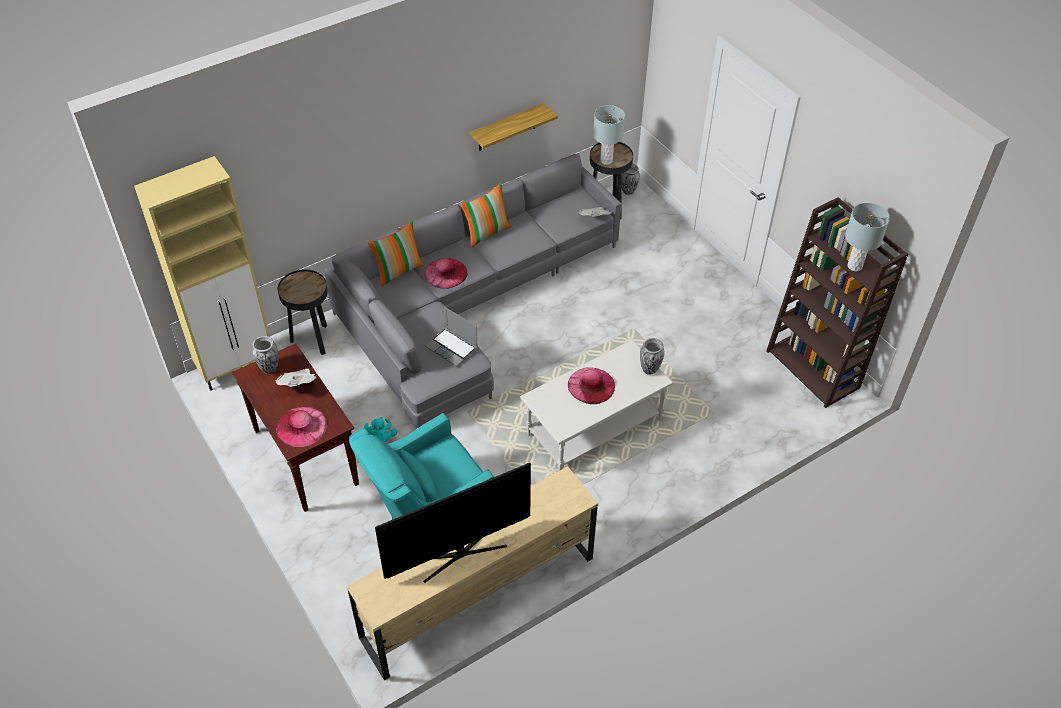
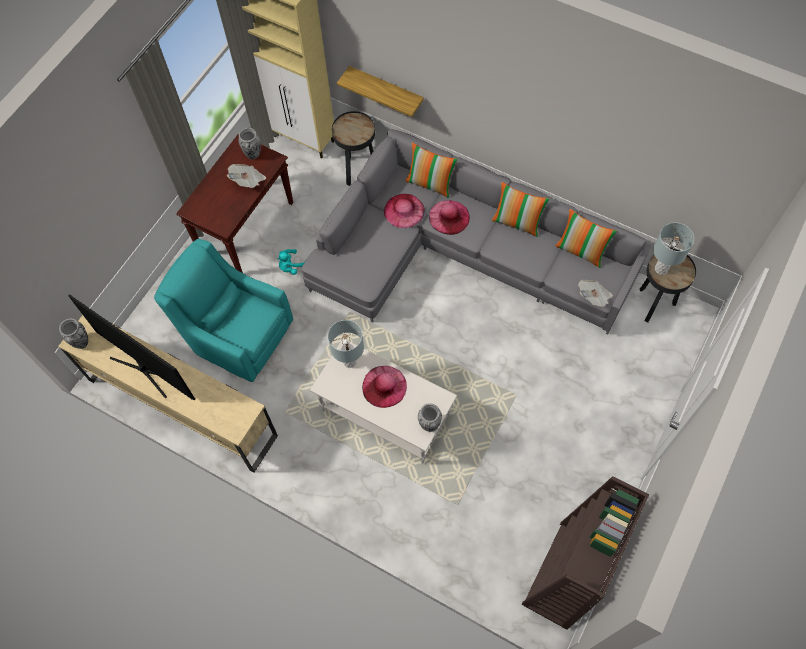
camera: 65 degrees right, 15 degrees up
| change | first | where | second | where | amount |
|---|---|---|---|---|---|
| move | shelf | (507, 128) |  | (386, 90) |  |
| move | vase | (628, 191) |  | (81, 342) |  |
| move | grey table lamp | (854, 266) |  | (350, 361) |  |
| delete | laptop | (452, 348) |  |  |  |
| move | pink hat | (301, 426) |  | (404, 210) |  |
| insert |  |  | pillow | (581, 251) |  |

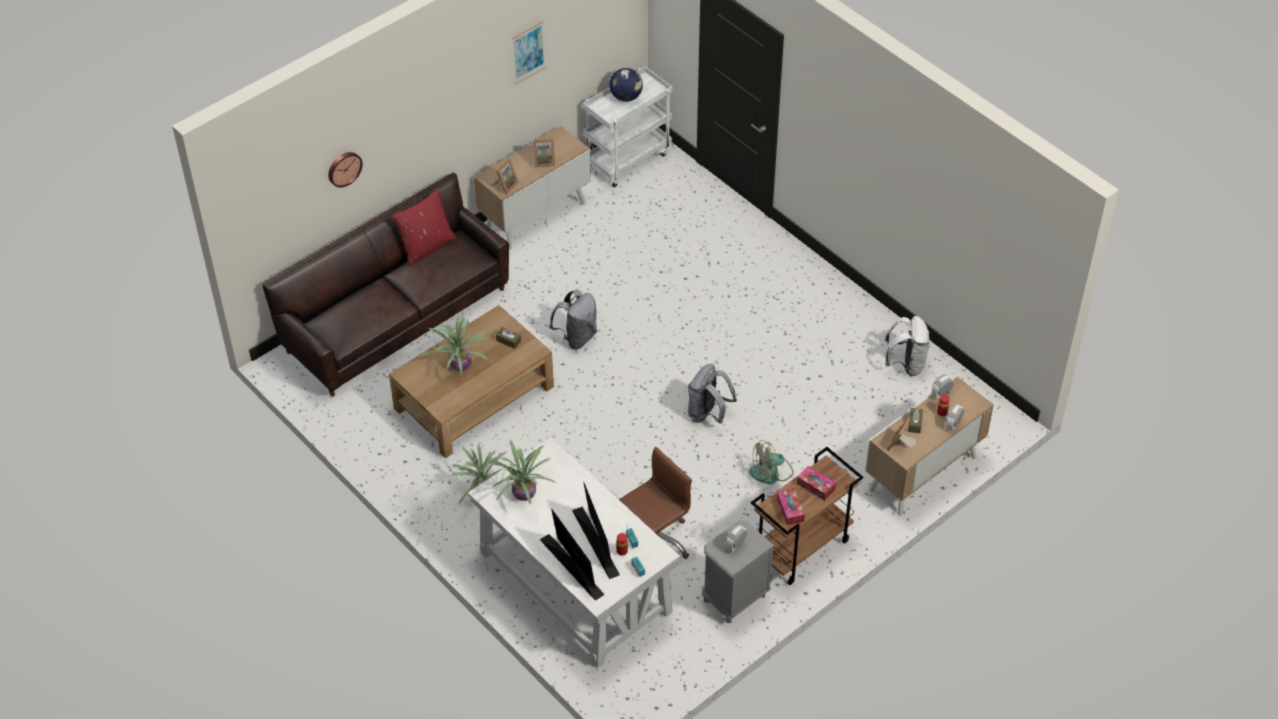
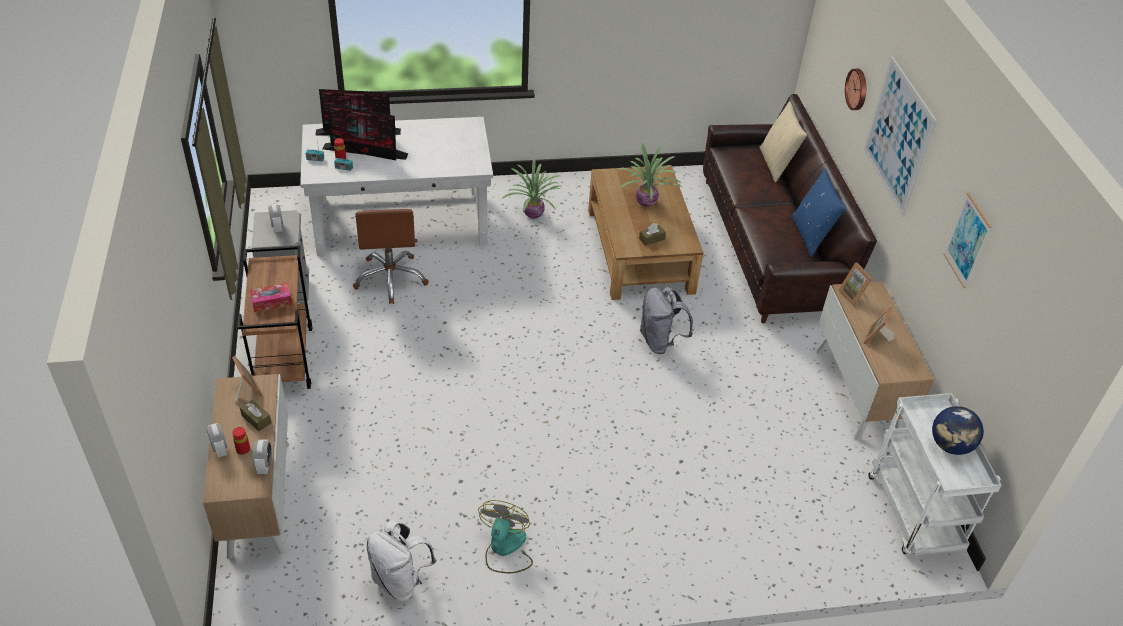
camera: 120 degrees right, 5 degrees down
| change | first | where | second | where | amount |
|---|---|---|---|---|---|
| recolor | red pillow | (426, 247) | blue pillow | (811, 235) |  |
| delete | grey backpack | (708, 414) |  |  |  |
| delete | potted plant | (523, 493) |  |  |  |
| move | fan | (771, 473) |  | (505, 549) |  |
| delete | tissue box | (790, 510) |  |  |  |
| insert |  |  | picture | (898, 136) |  |
| insert |  |  | beige pillow | (776, 164) |  |

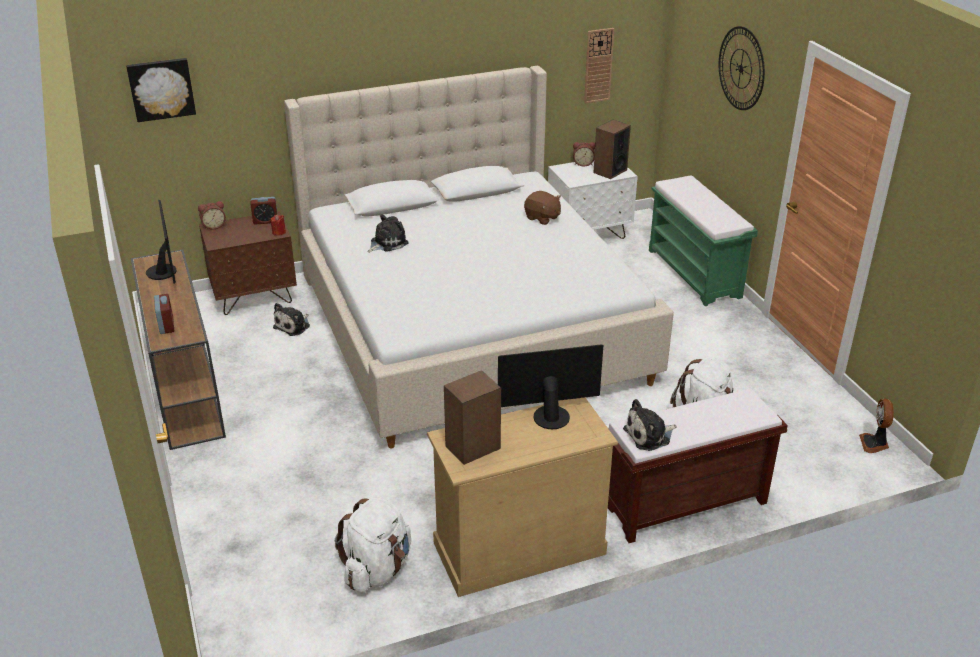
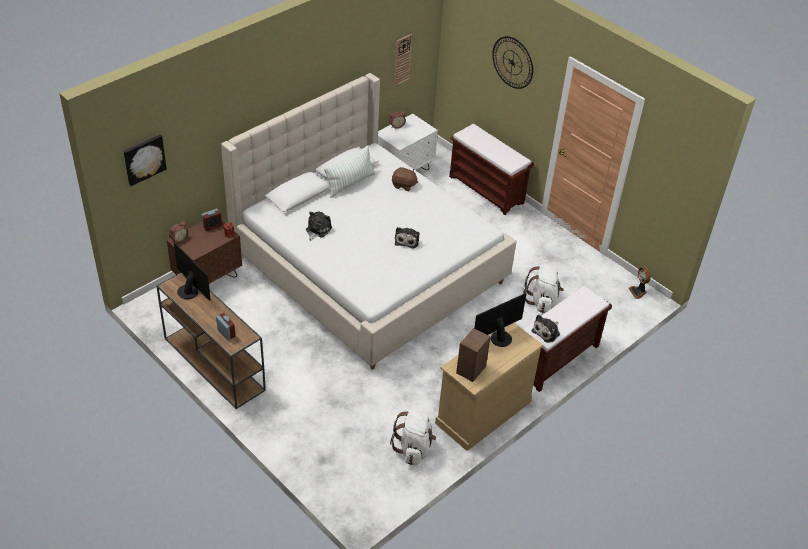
camera: 25 degrees left, 10 degrees up
| change | first | where | second | where | amount |
|---|---|---|---|---|---|
| delete | speaker | (610, 171) |  |  |  |
| recolor | green bench | (695, 273) | brown bench | (487, 190) |  |
| move | plush toy | (293, 326) |  | (407, 240) |  |
| insert |  |  | pillow | (350, 183) |  |

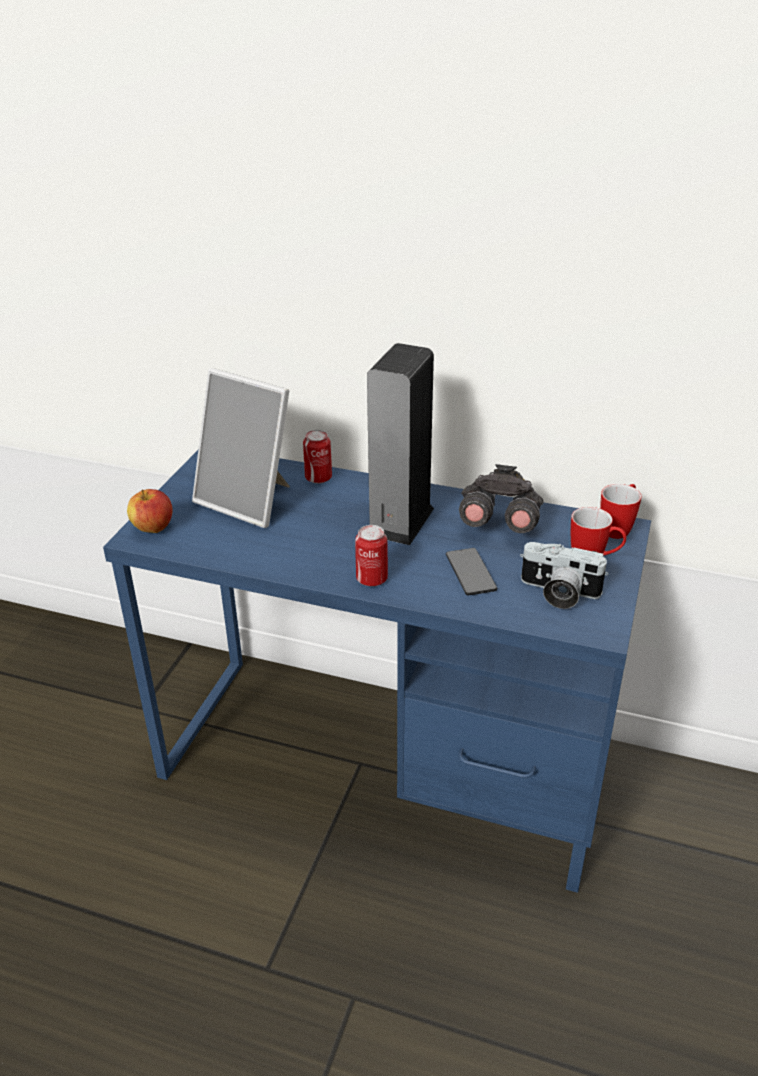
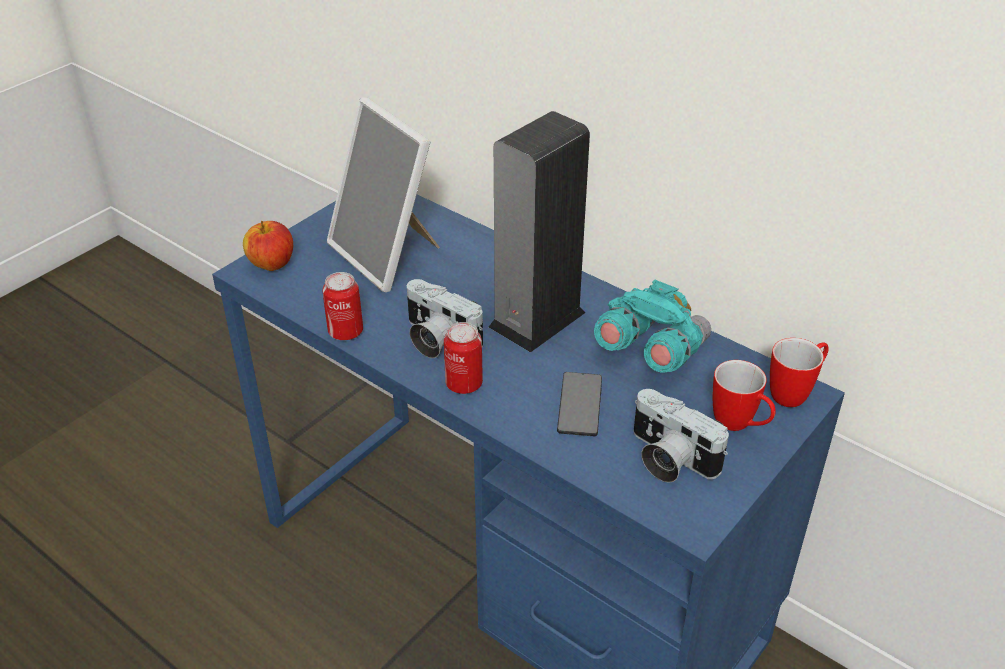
camera: 20 degrees right, 5 degrees up
| change | first | where | second | where | amount |
|---|---|---|---|---|---|
| move | can | (318, 478) |  | (345, 332) |  |
| recolor | grey binoculars | (499, 524) | turquoise binoculars | (650, 351) |  |
| insert |  |  | photo camera | (437, 340) |  |

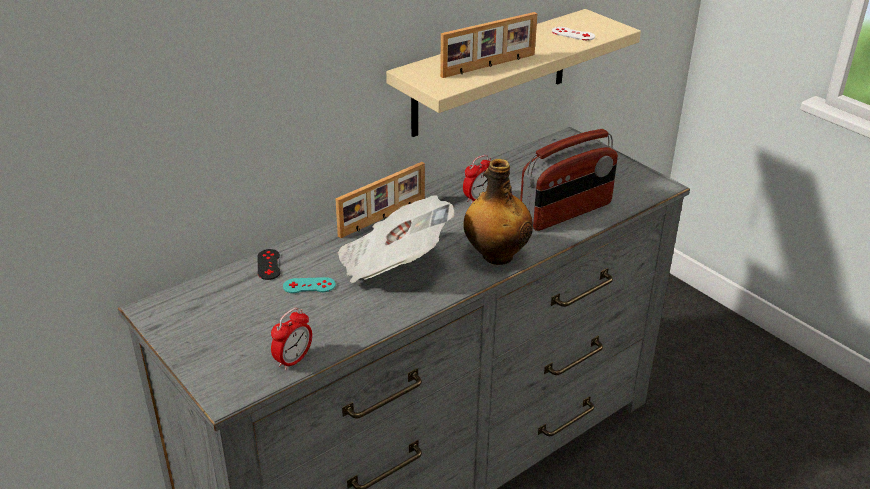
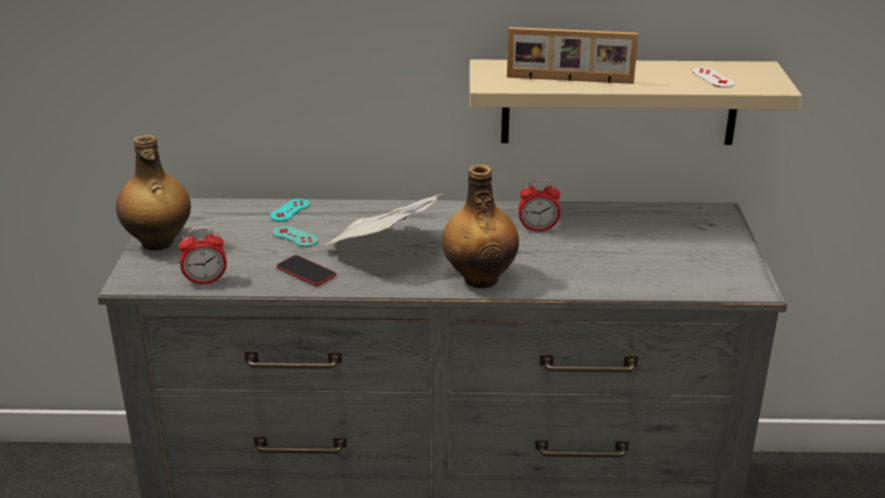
camera: 40 degrees right, 5 degrees down
| change | first | where | second | where | amount |
|---|---|---|---|---|---|
| delete | radio | (566, 212) |  |  |  |
| delete | picture frame | (383, 218) |  |  |  |
| recolor | black game controller | (268, 264) | turquoise game controller | (289, 210) |  |
| insert |  |  | bottle | (158, 243) |  |
| insert |  |  | phone | (306, 272) |  |

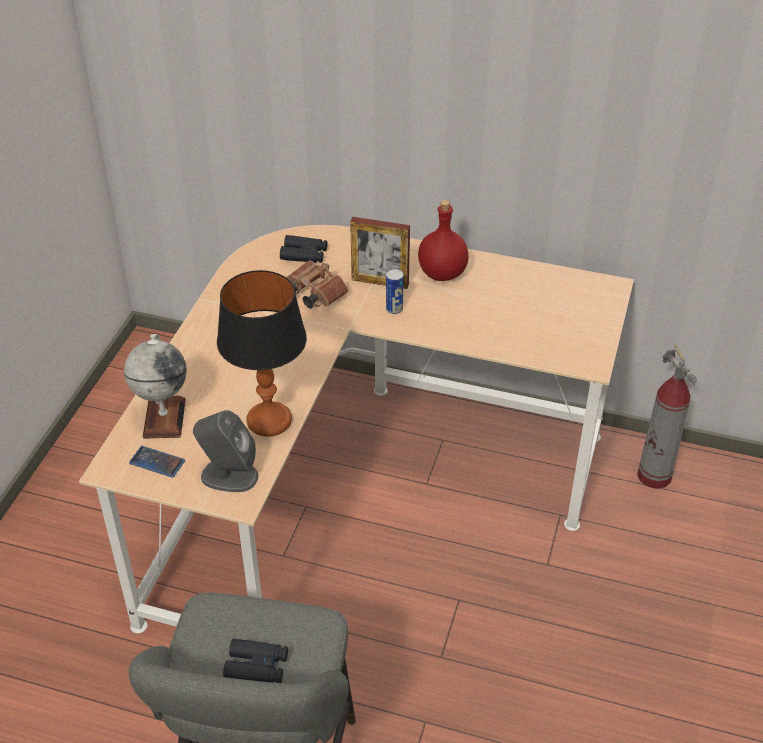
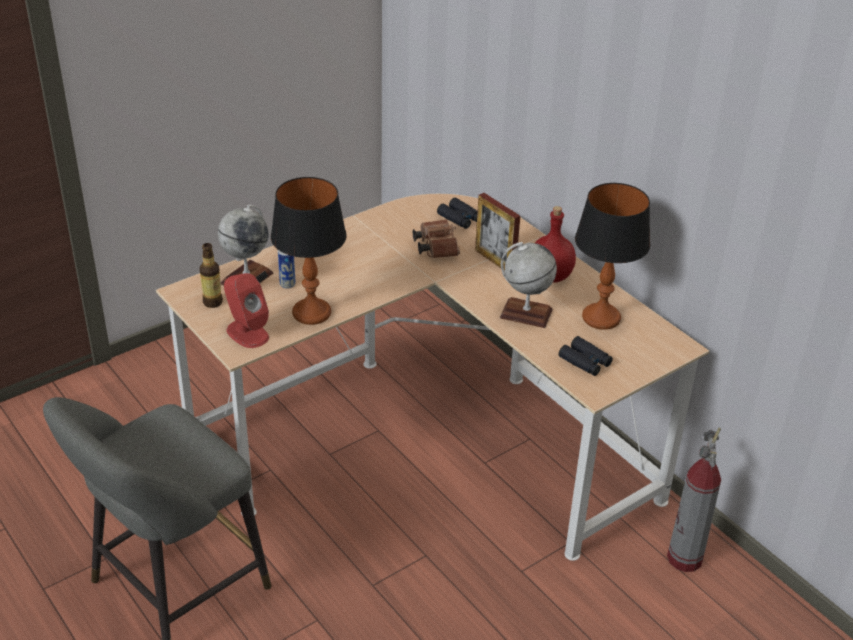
camera: 35 degrees right, 5 degrees down
| change | first | where | second | where | amount |
|---|---|---|---|---|---|
| move | can | (394, 309) |  | (287, 284) |  |
| recolor | grey speaker | (228, 476) | red speaker | (247, 333) |  |
| replace | phone | (157, 462) | bottle | (213, 302) |  |
| move | black binoculars | (257, 666) |  | (585, 361) |  |
| insert |  |  | table lamp | (601, 318) |  |
| insert |  |  | globe | (525, 313) |  |

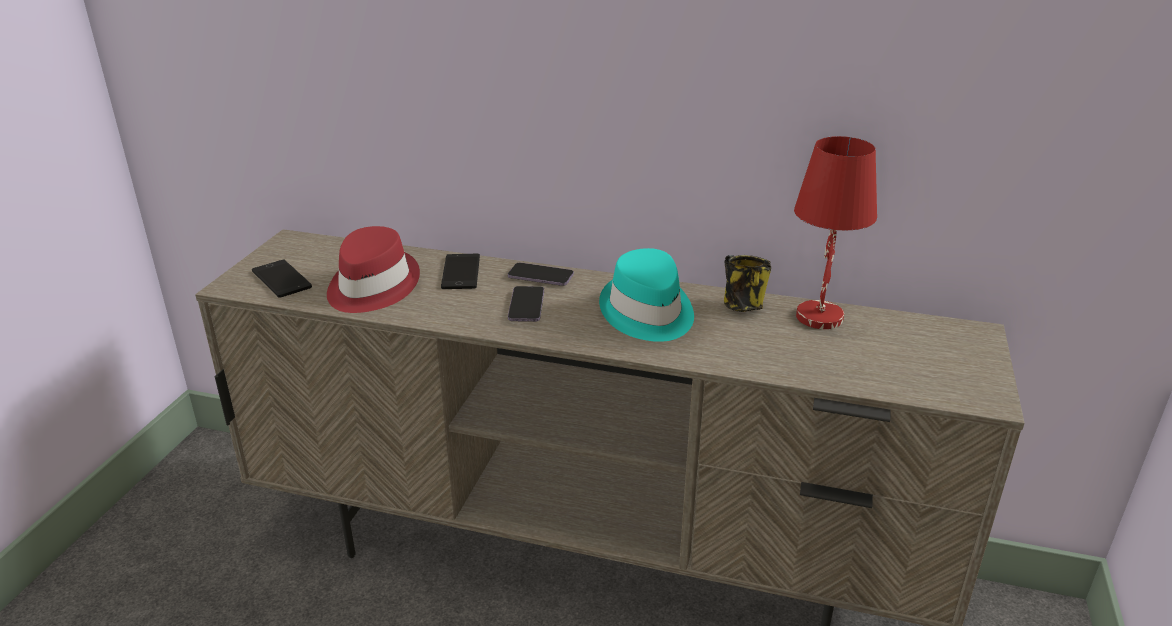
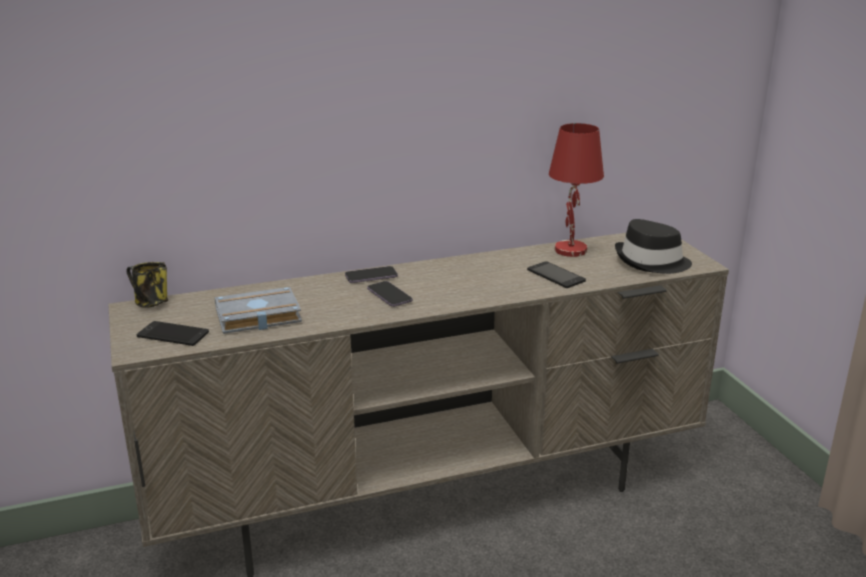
camera: 35 degrees left, 5 degrees down
| change | first | where | second | where | amount |
|---|---|---|---|---|---|
| replace | red hat | (371, 287) | grey book | (256, 317) |  |
| delete | turquoise hat | (647, 313) |  |  |  |
| move | phone | (461, 272) |  | (556, 275) |  |
| move | mug | (741, 305) |  | (150, 303) |  |
| insert |  |  | black hat | (651, 262) |  |

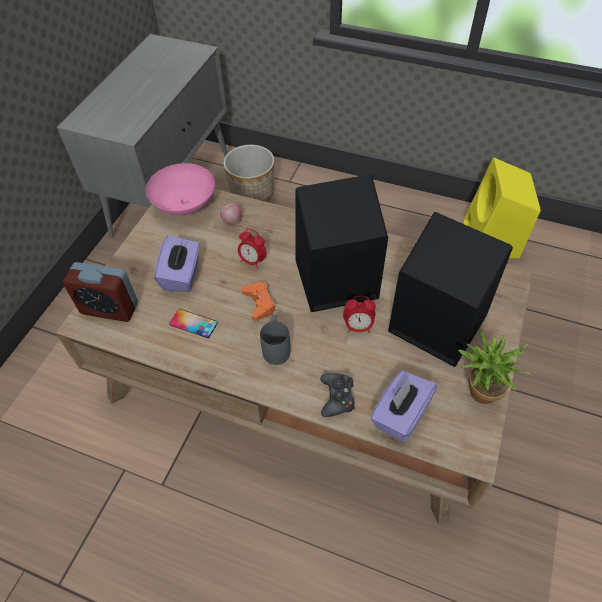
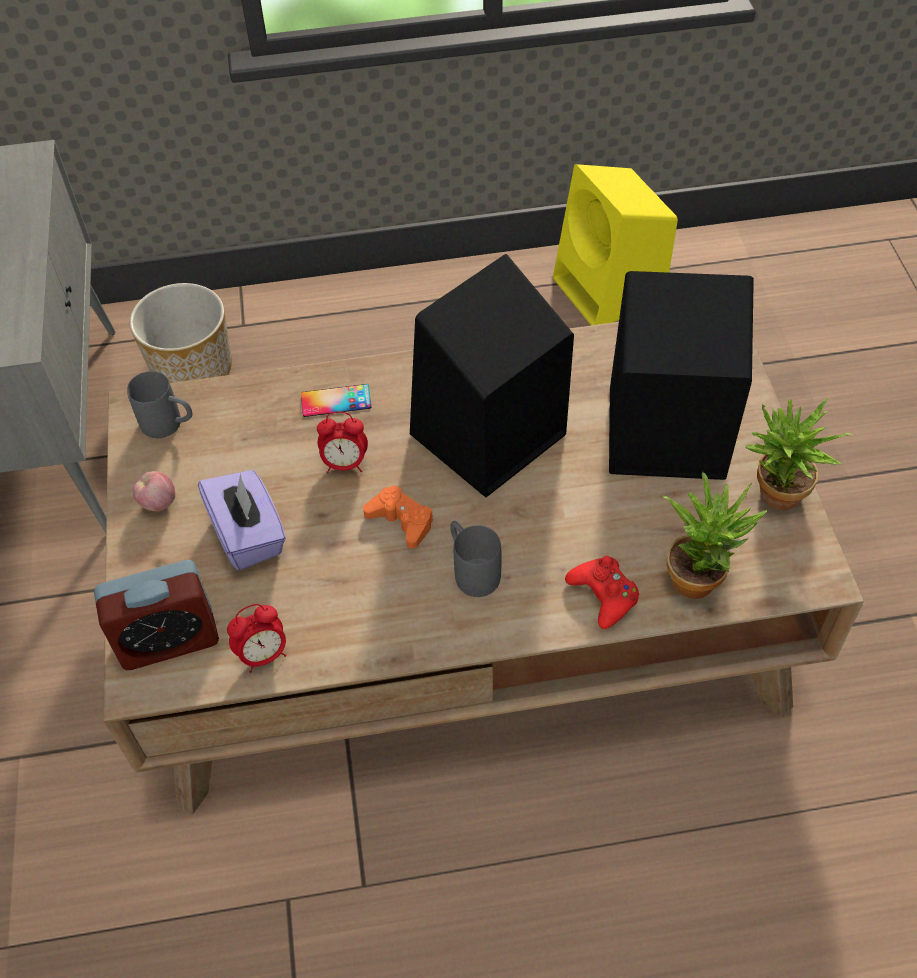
camera: 30 degrees left, 0 degrees up
| change | first | where | second | where | amount |
|---|---|---|---|---|---|
| replace | pink bowl | (186, 205) | grey mug | (170, 425) |  |
| move | apple | (232, 221) |  | (158, 503) |  |
| move | alarm clock | (358, 327) |  | (263, 655) |  |
| move | phone | (193, 323) |  | (336, 401) |  |
| replace | purple tissue box | (400, 414) | potted plant | (699, 575) |  |
| recolor | black game controller | (337, 397) | red game controller | (604, 595) |  |

